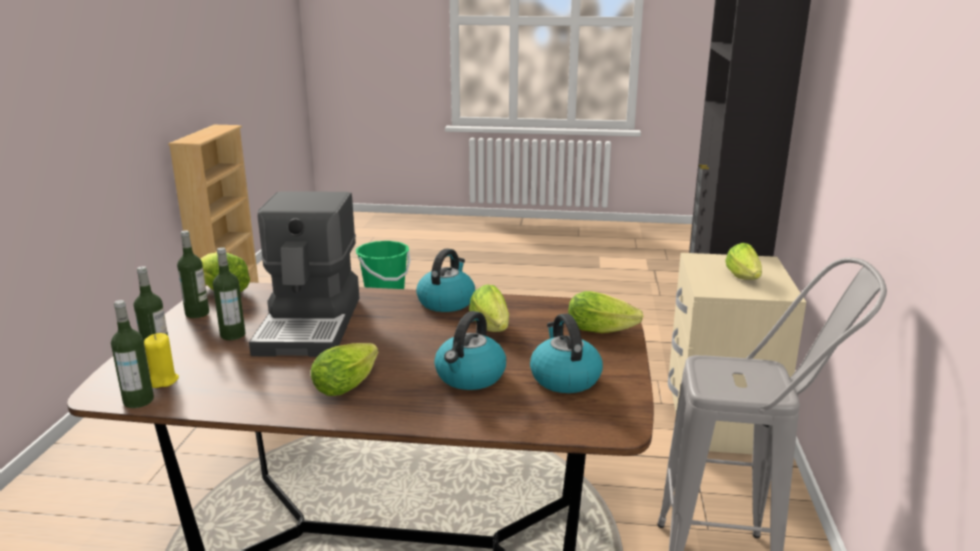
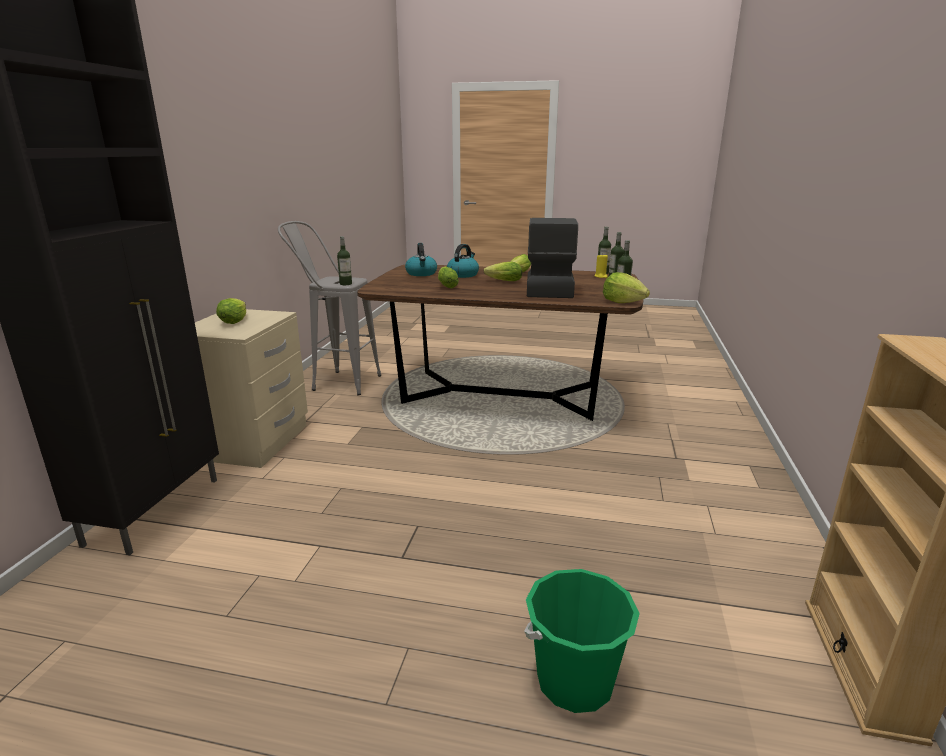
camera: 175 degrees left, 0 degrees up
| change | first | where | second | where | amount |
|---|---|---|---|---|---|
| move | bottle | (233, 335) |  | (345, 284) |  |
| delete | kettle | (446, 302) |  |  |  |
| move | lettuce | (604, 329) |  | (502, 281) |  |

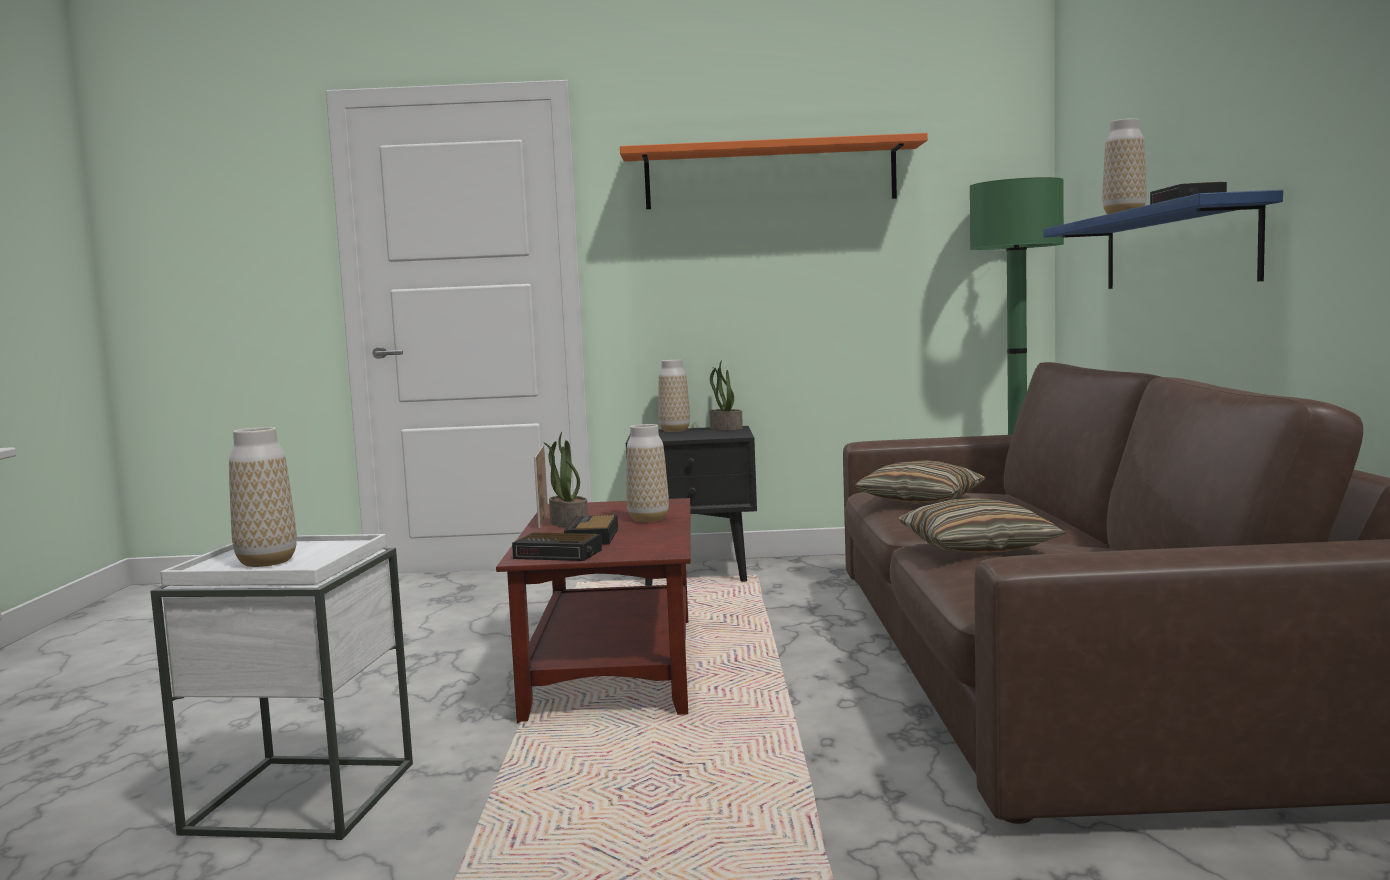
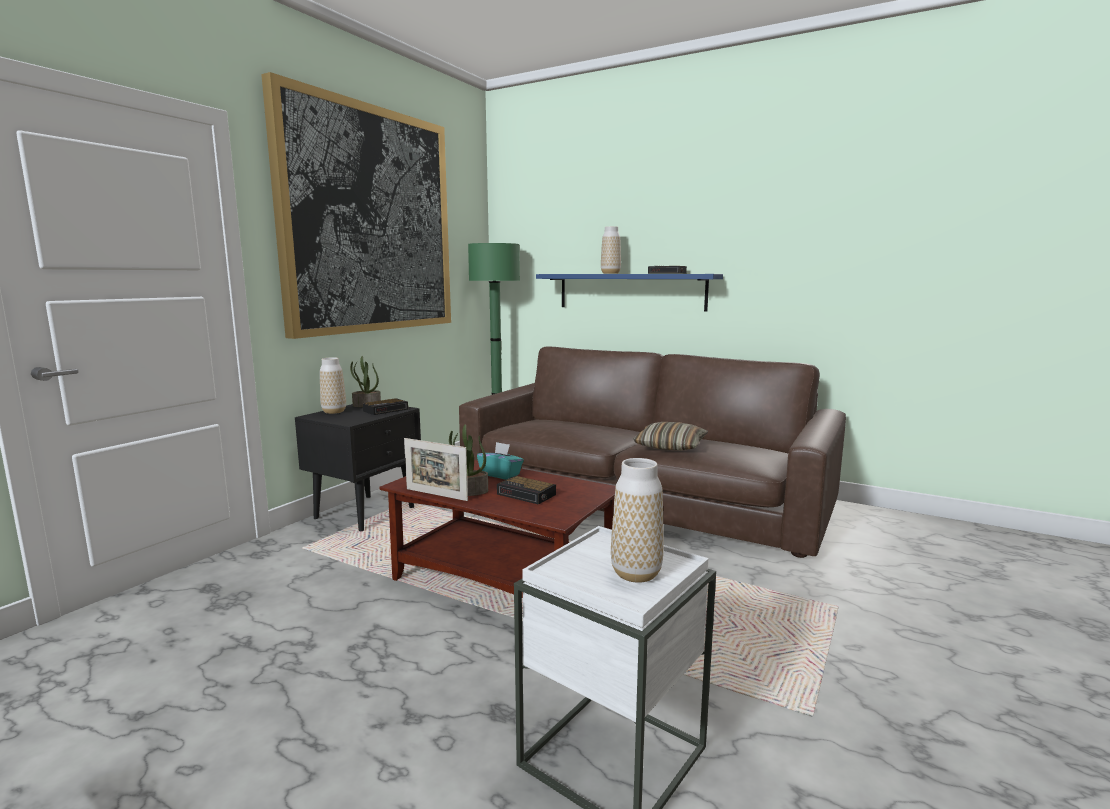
camera: 60 degrees left, 5 degrees up
| change | first | where | second | where | amount |
|---|---|---|---|---|---|
| replace | orange shelf | (770, 175) | picture | (369, 221) |  |
| replace | vase | (648, 519) | turquoise tissue box | (500, 474) |  |
| delete | pillow | (921, 499) |  |  |  |
| move | alarm clock | (559, 554) |  | (386, 410) |  |

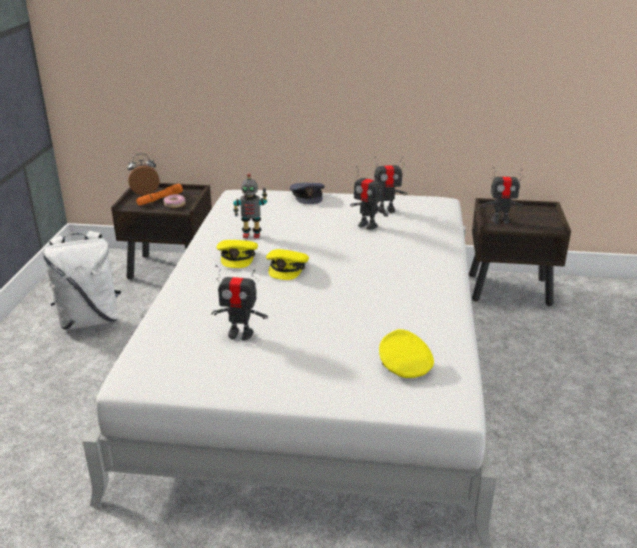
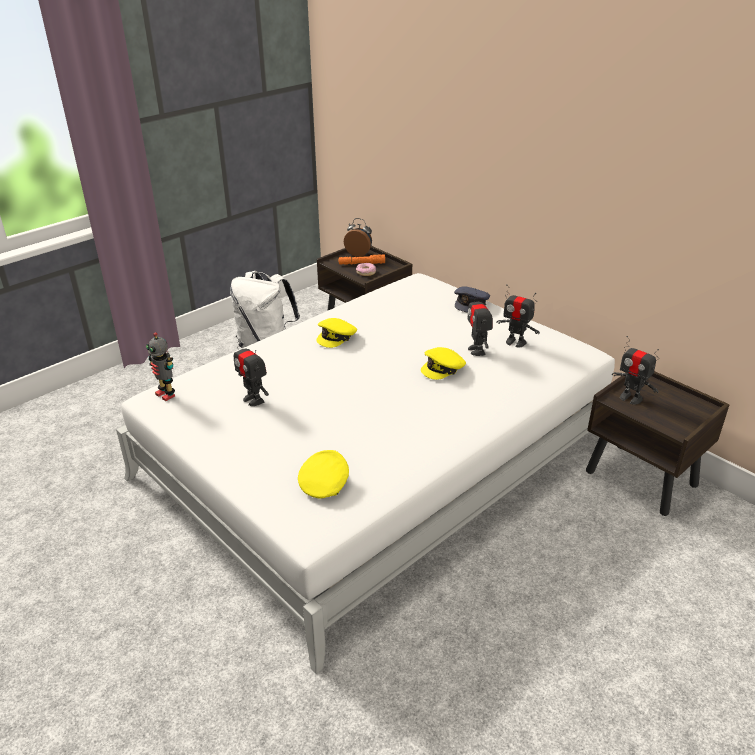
camera: 40 degrees right, 5 degrees up
| change | first | where | second | where | amount |
|---|---|---|---|---|---|
| move | toy robot | (251, 235) |  | (166, 394) |  |
| move | yellow cap | (287, 268) |  | (443, 368) |  |

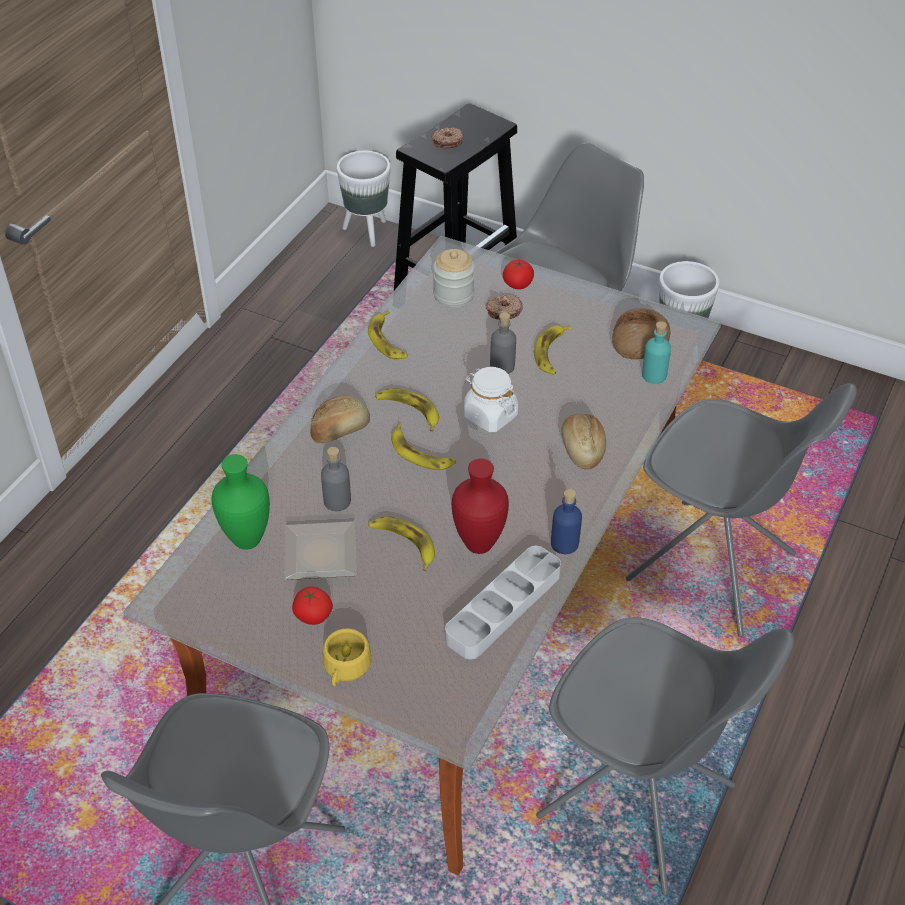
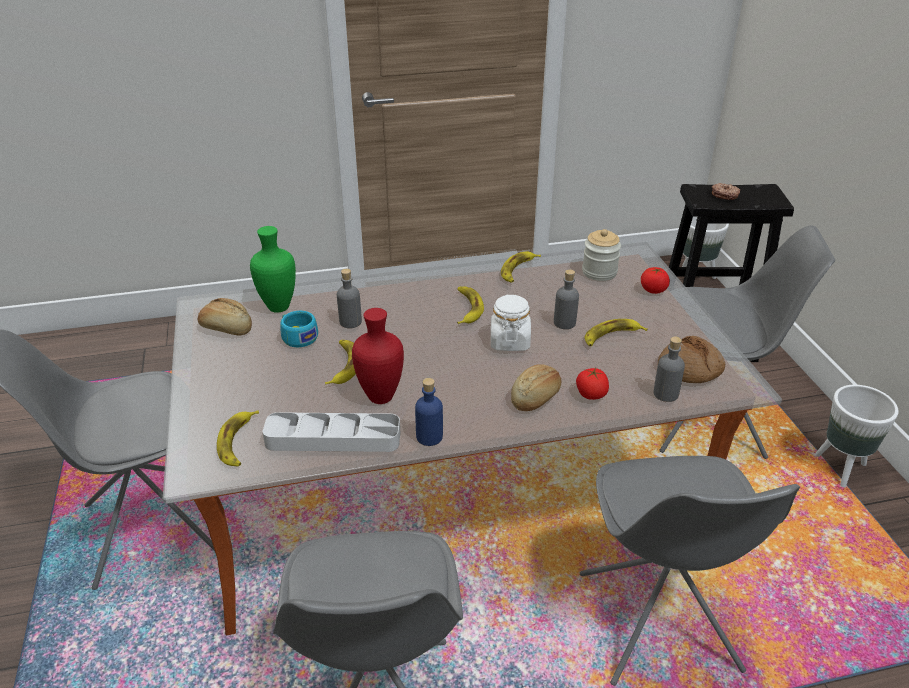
camera: 50 degrees right, 10 degrees down
| change | first | where | second | where | amount |
|---|---|---|---|---|---|
| delete | donut | (504, 311) |  |  |  |
| recolor | turquoise bottle | (654, 375) | grey bottle | (665, 394) |  |
| move | bread | (339, 430) |  | (226, 328) |  |
| move | banana | (421, 453) |  | (238, 442) |  |
| replace | plate | (318, 552) | turquoise cup | (297, 337) |  |
| move | tomato | (313, 615) |  | (591, 395) |  |
| delete | yellow cup | (345, 669) |  |  |  |

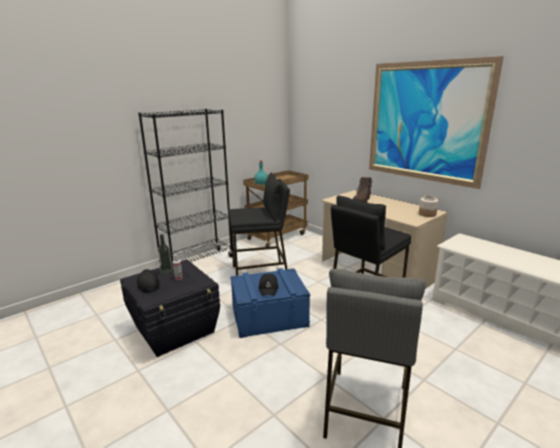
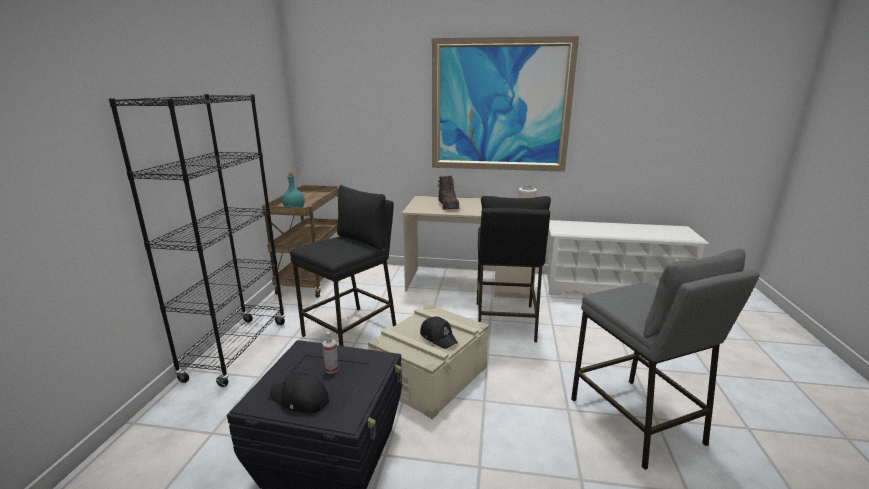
camera: 40 degrees left, 0 degrees up
| change | first | where | second | where | amount |
|---|---|---|---|---|---|
| delete | bottle | (166, 271) |  |  |  |
| recolor | blue storage box | (269, 316) | beige storage box | (430, 376) |  |

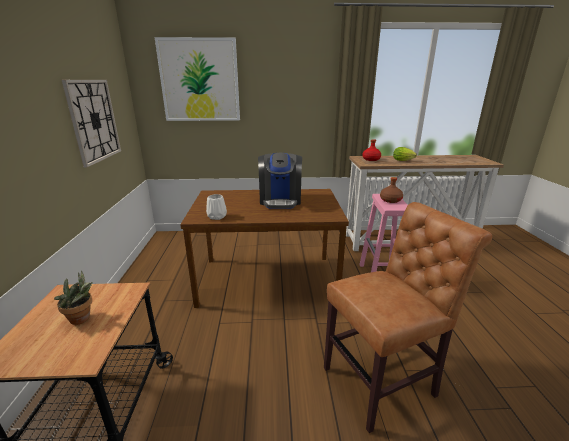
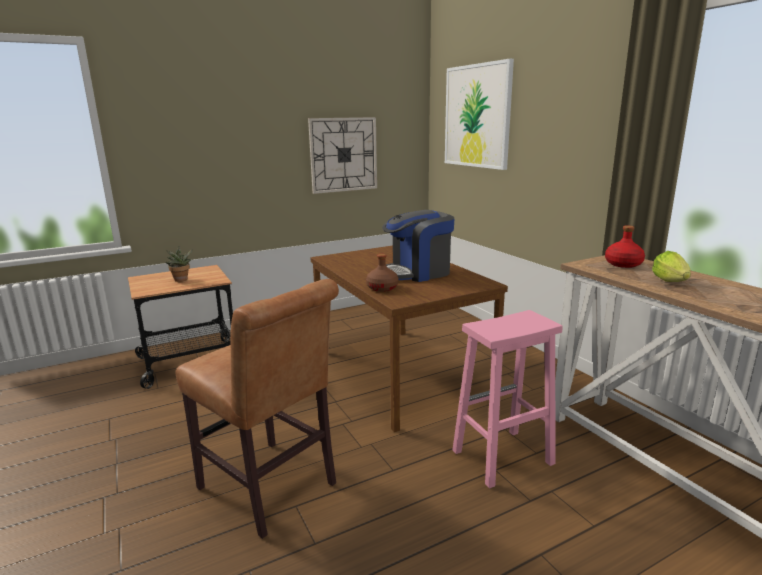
camera: 65 degrees right, 5 degrees down
| change | first | where | second | where | amount |
|---|---|---|---|---|---|
| move | brown bottle | (390, 200) |  | (382, 288) |  |
| delete | white vase | (217, 216) |  |  |  |

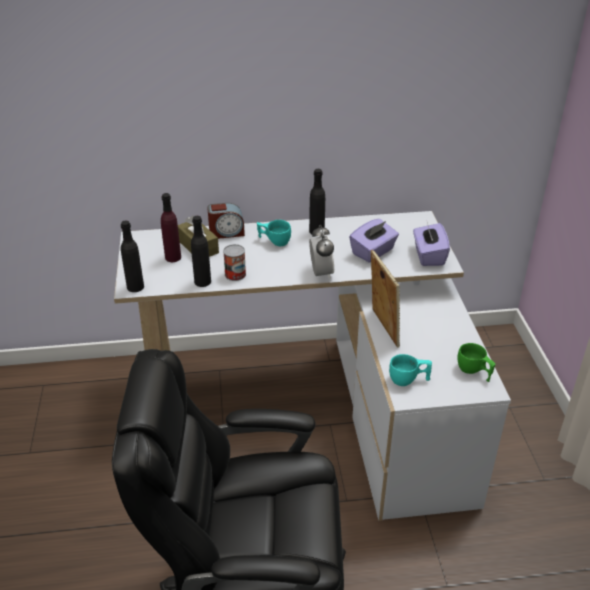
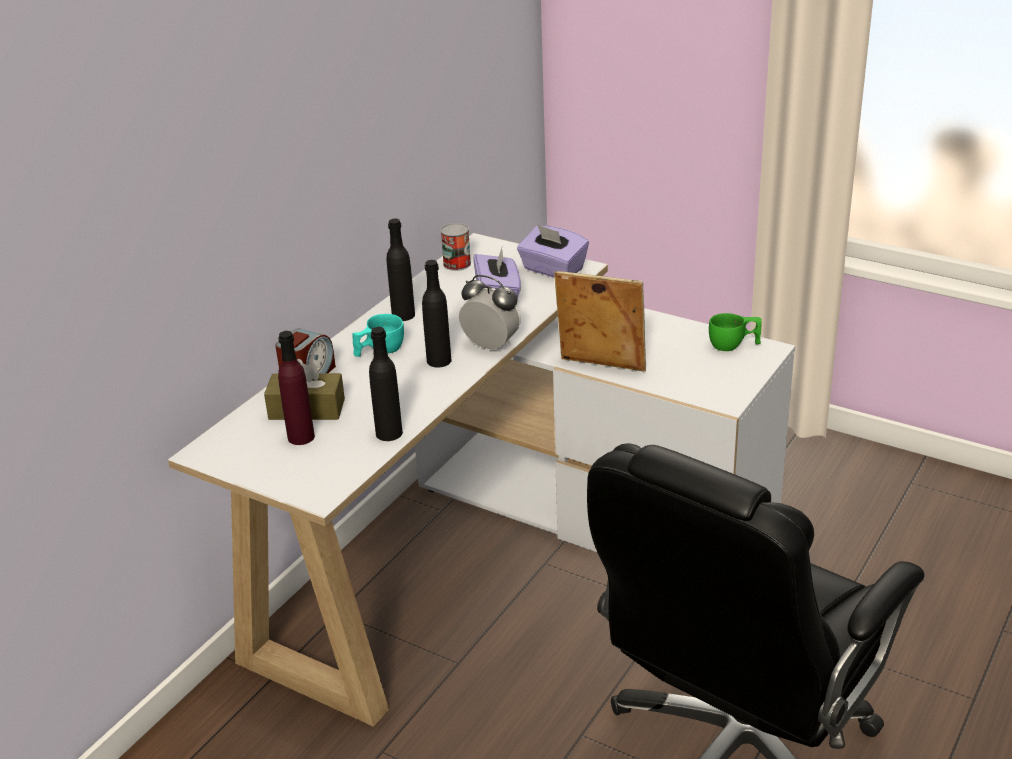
camera: 50 degrees left, 5 degrees down
| change | first | where | second | where | amount |
|---|---|---|---|---|---|
| move | black bottle | (135, 287) |  | (439, 360) |  |
| move | can | (235, 274) |  | (457, 264) |  |
| delete | turquoise cup | (408, 380) |  |  |  |

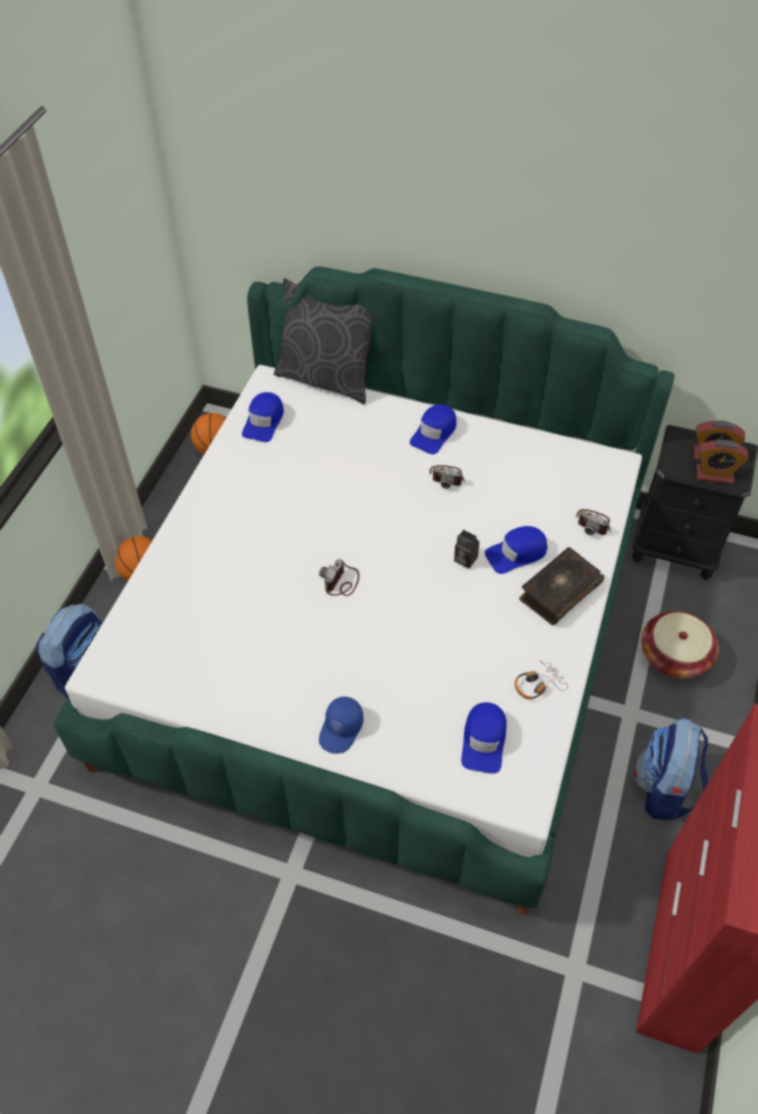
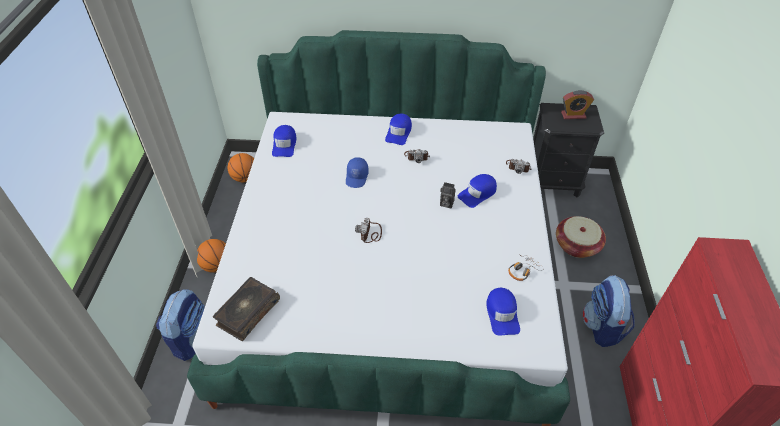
camera: 15 degrees left, 5 degrees down
| change | first | where | second | where | amount |
|---|---|---|---|---|---|
| delete | grey pillow | (326, 378) |  |  |  |
| delete | alarm clock | (714, 475) |  |  |  |
| move | book | (558, 592) |  | (247, 312) |  |
| move | blue cap | (341, 729) |  | (357, 177) |  |

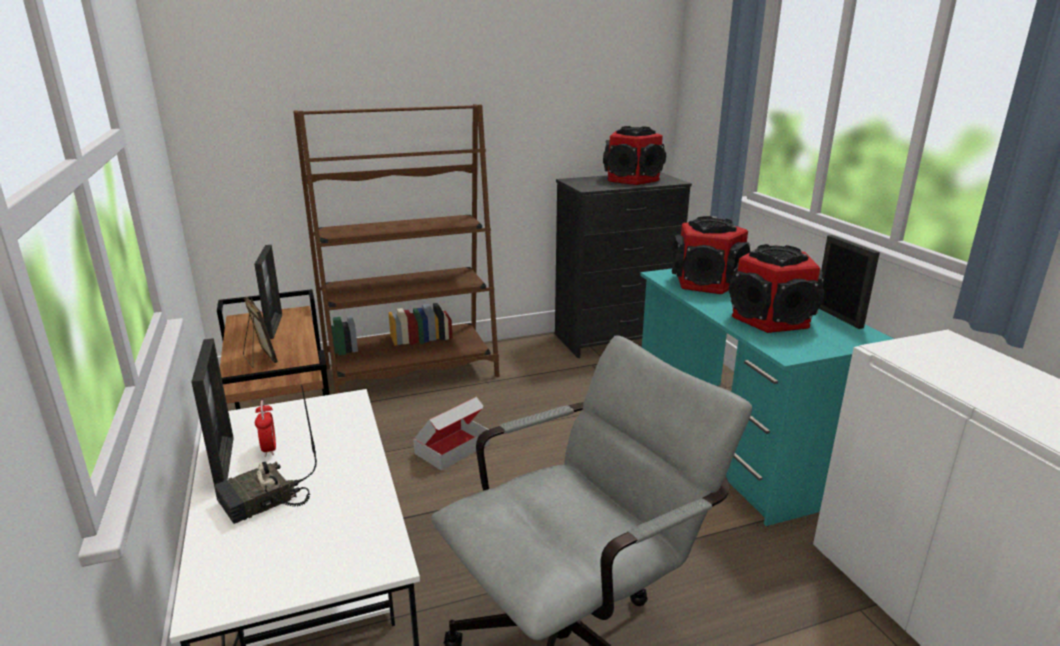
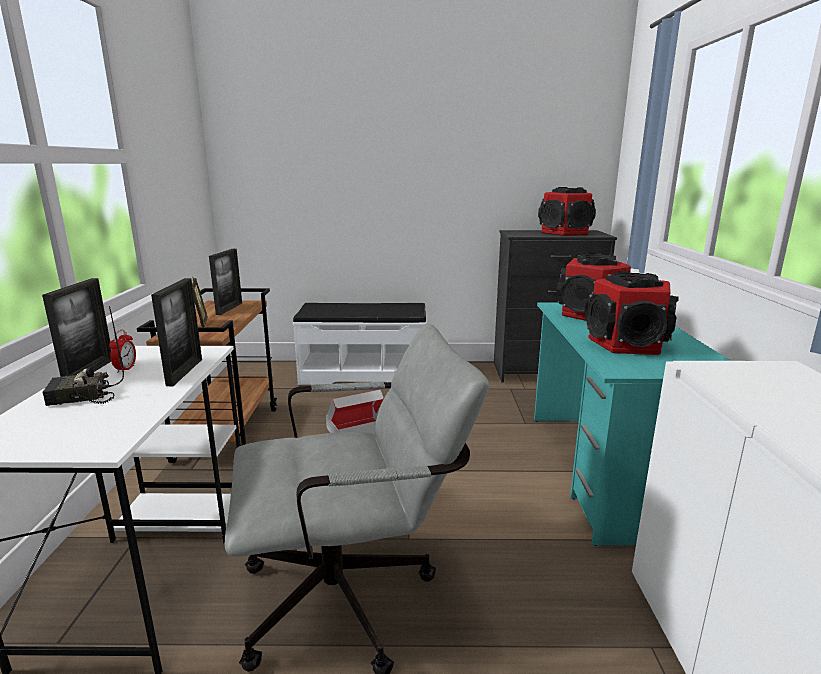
camera: 20 degrees right, 5 degrees down
| change | first | where | second | where | amount |
|---|---|---|---|---|---|
| replace | brown bookcase | (412, 372) | white bench | (364, 374) |  |
| move | picture frame | (838, 317) |  | (185, 372) |  |

